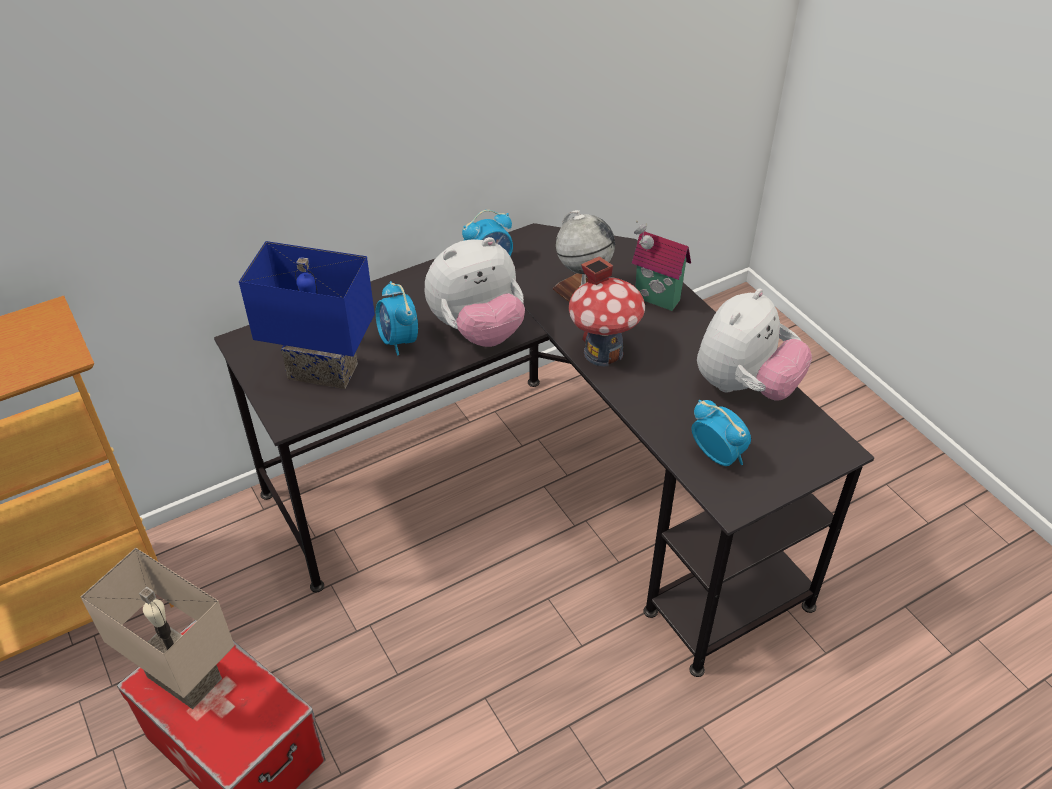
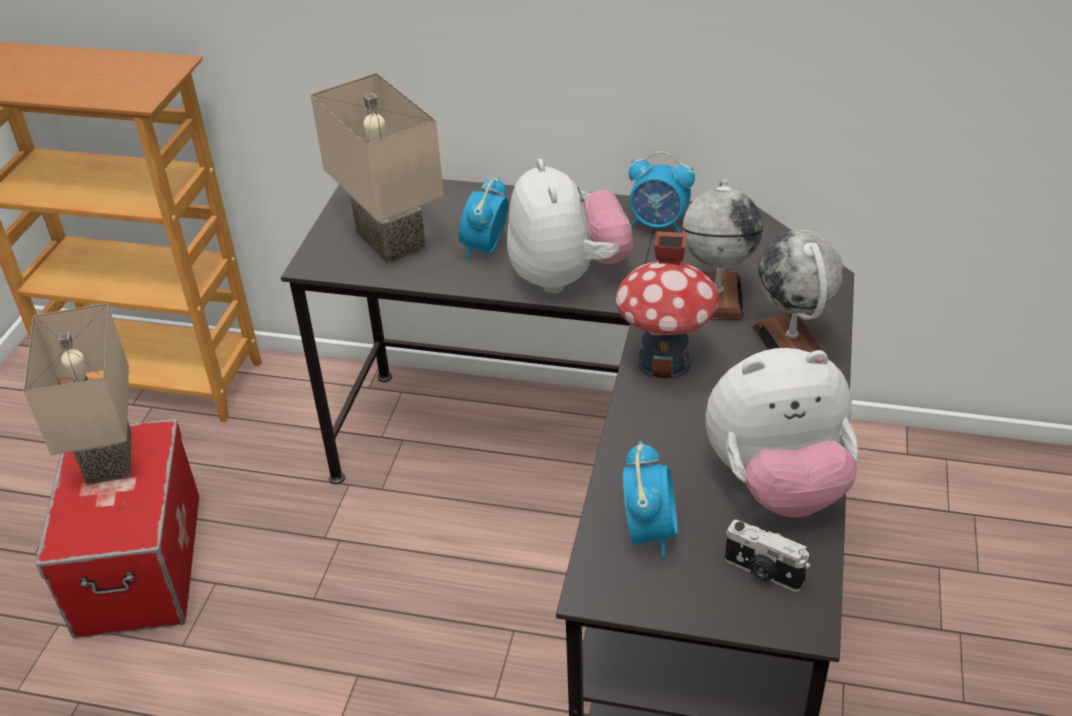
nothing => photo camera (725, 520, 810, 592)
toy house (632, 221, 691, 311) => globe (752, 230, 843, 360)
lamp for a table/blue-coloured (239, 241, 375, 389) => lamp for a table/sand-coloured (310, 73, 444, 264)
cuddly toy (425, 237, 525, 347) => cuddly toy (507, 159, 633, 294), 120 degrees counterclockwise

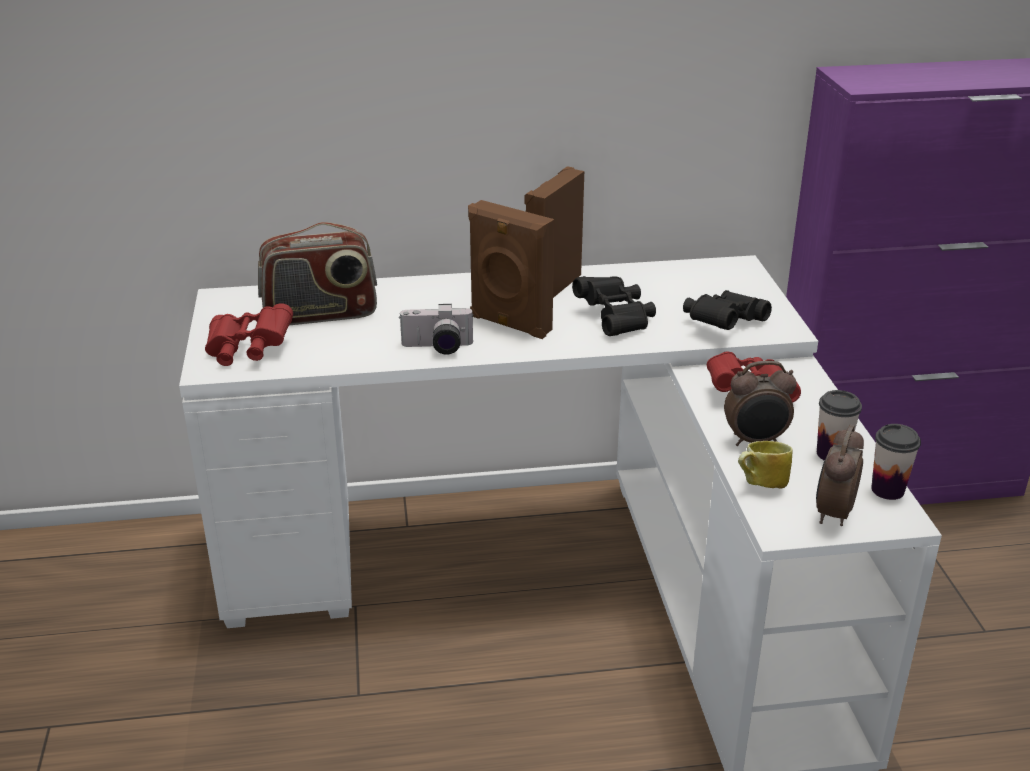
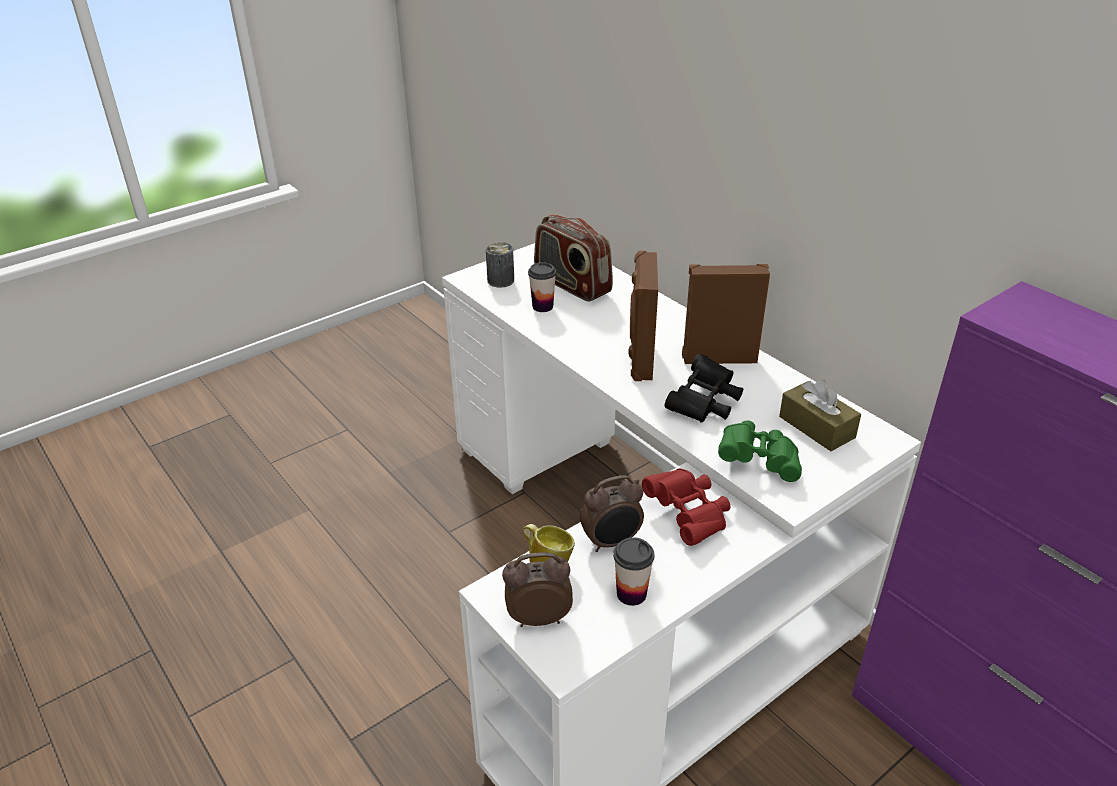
photo camera (399, 304, 473, 355) => nothing
nothing => tissue holder/brown (779, 379, 861, 451)
cup (871, 424, 921, 500) => cup (528, 262, 556, 312), move
field glasses/red (205, 303, 293, 366) => can (486, 242, 514, 287)
field glasses/black (683, 290, 772, 330) => field glasses/greenish (718, 420, 802, 482)
table clock (724, 361, 797, 446) => table clock (580, 475, 644, 552), 75 degrees counterclockwise

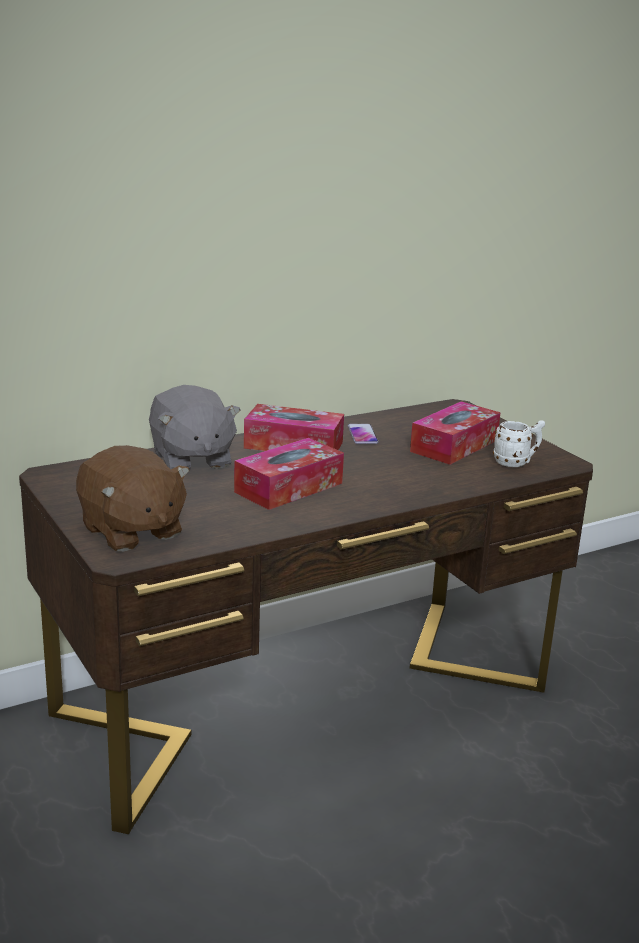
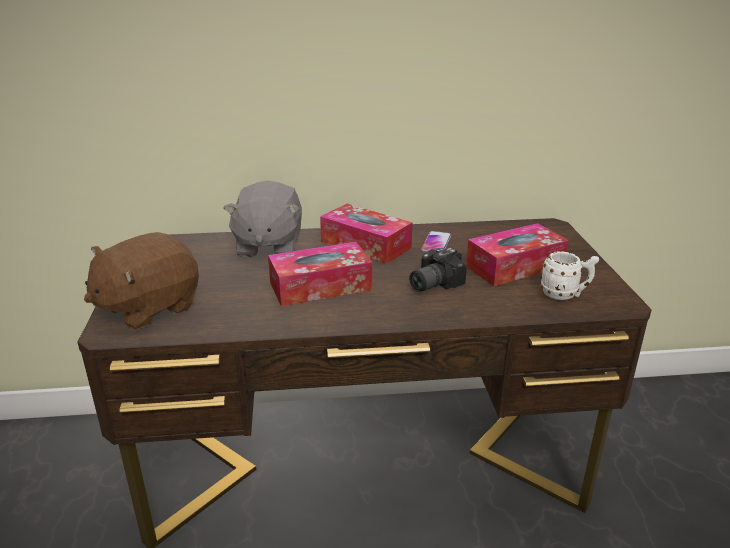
nothing => photo camera (409, 248, 467, 292)
cuddly toy/brown (76, 445, 190, 552) => cuddly toy/brown (84, 232, 199, 330), 60 degrees clockwise

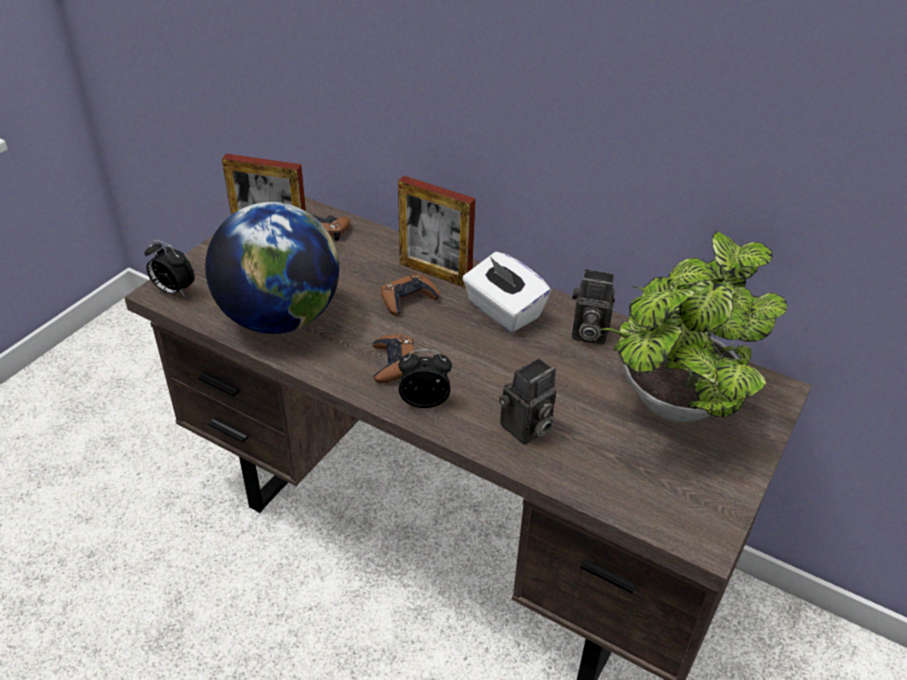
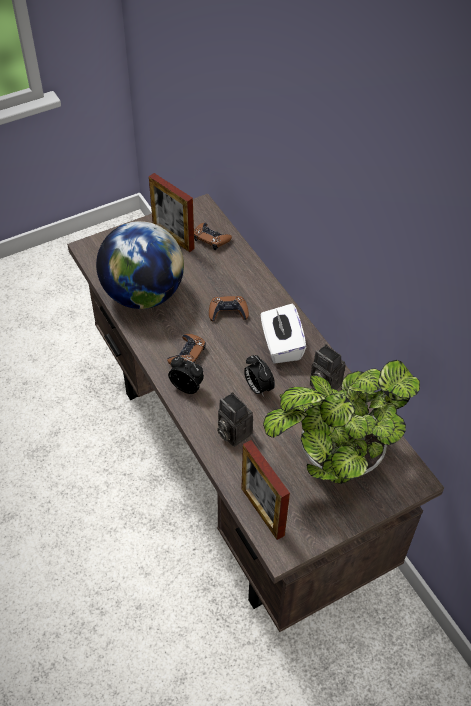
table clock (145, 240, 195, 297) => table clock (244, 355, 275, 397), move
photo frame (398, 176, 476, 288) => photo frame (241, 440, 290, 540), move
photo camera (499, 358, 556, 445) => photo camera (217, 392, 253, 447), 60 degrees clockwise

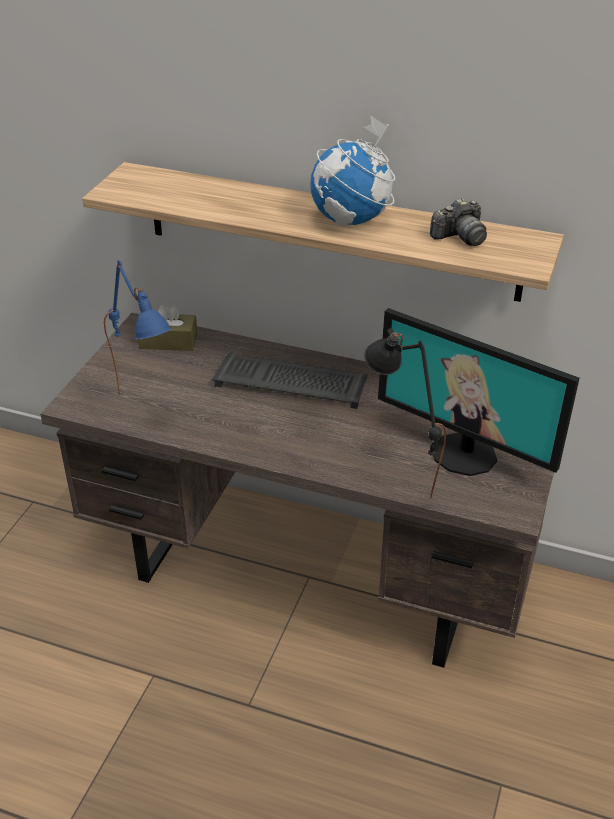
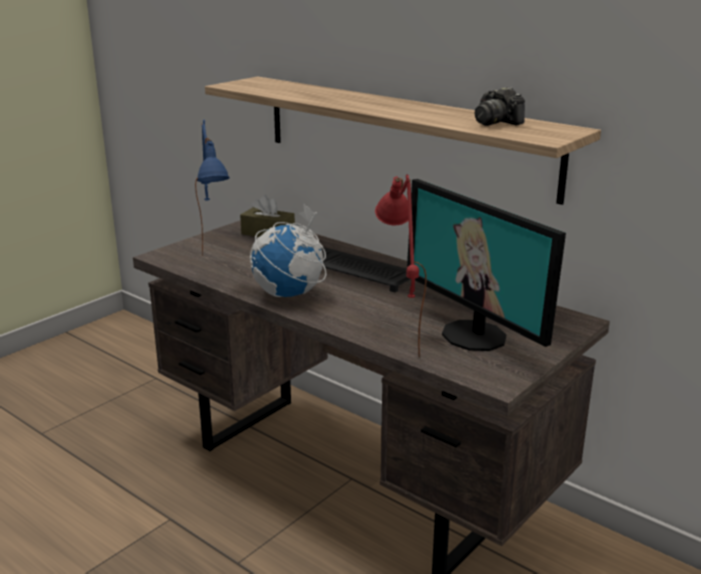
globe (310, 115, 395, 227) => globe (250, 203, 326, 297), move
lamp for a table/black (364, 328, 446, 497) => lamp for a table/red (375, 174, 427, 358)
photo camera (430, 198, 487, 246) => photo camera (475, 87, 525, 126), 60 degrees clockwise

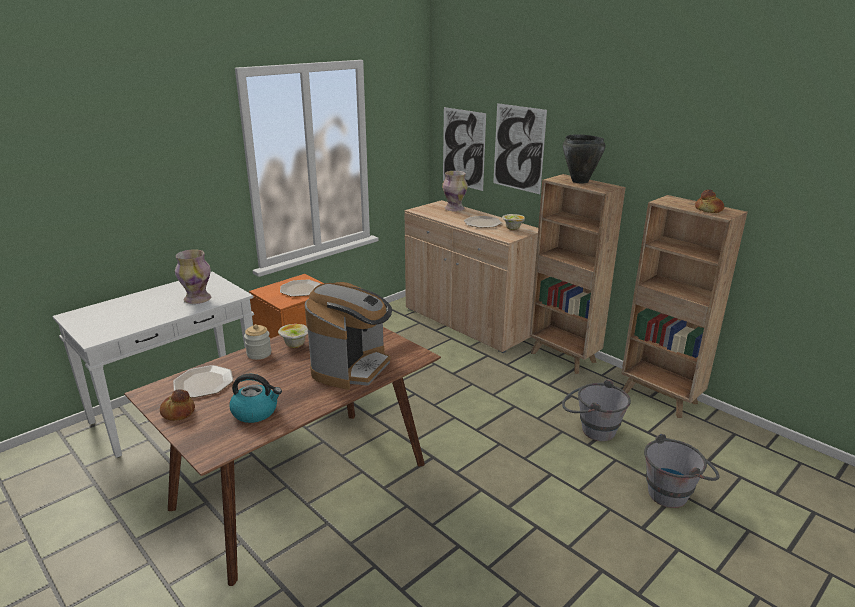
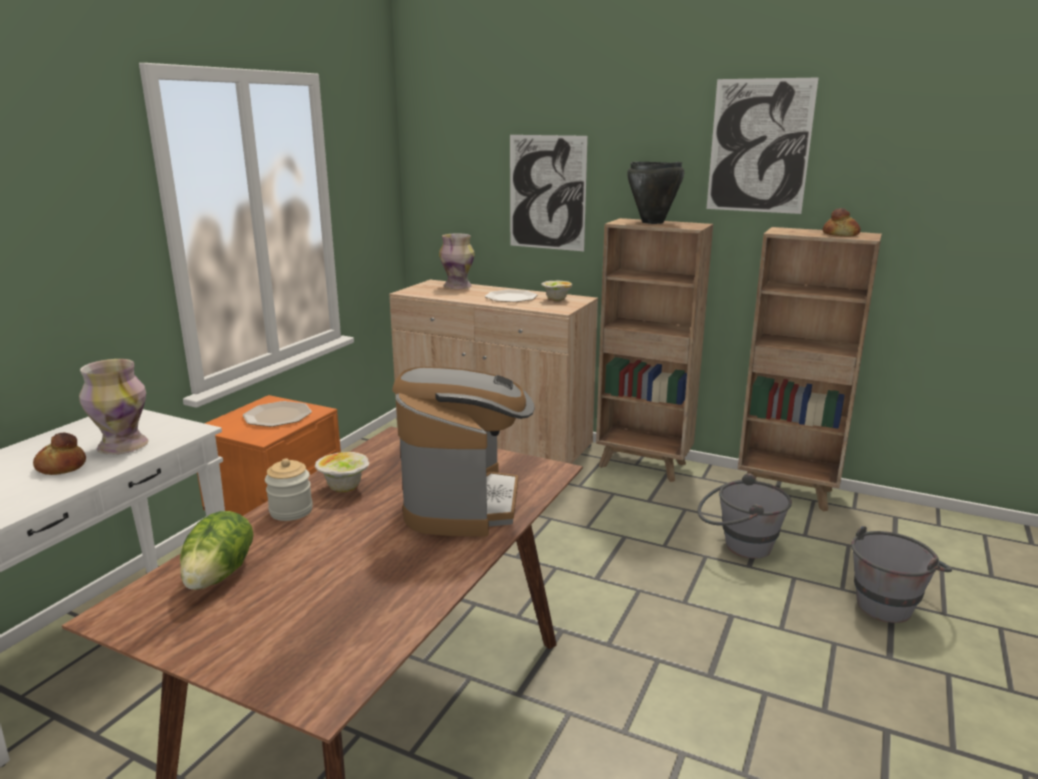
tea kettle (229, 374, 282, 423) => nothing
bakery bread (160, 389, 195, 421) => bakery bread (33, 433, 86, 475), move
wall art (443, 107, 486, 191) => wall art (707, 77, 819, 214), move
plate (173, 365, 234, 398) => head of lettuce (180, 511, 254, 590)

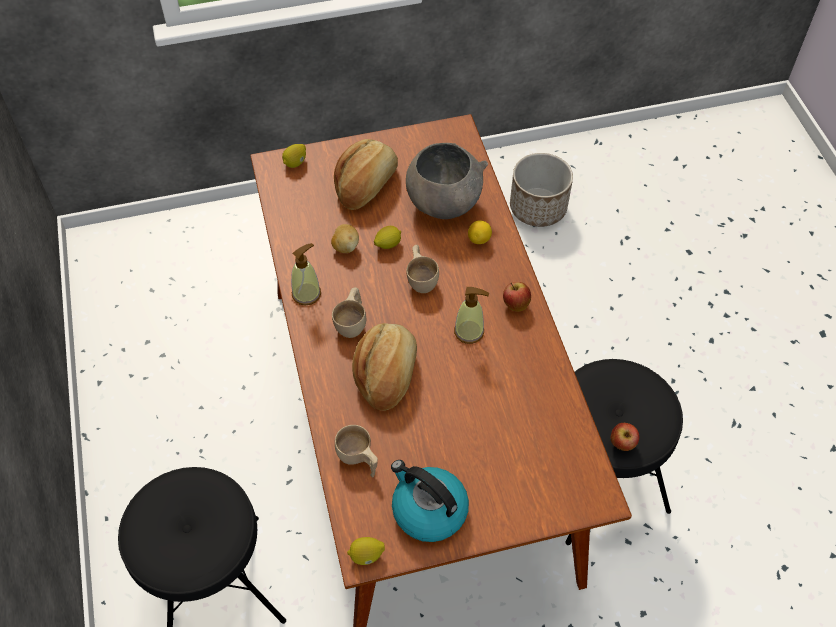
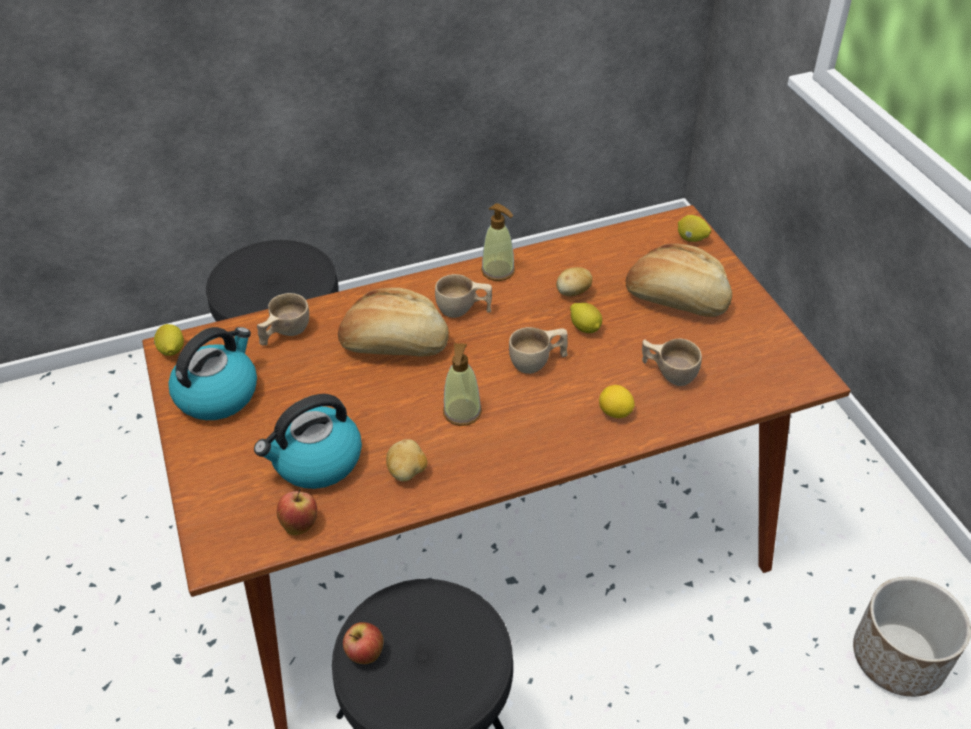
nothing => tea kettle (254, 394, 362, 489)
nothing => potato (386, 439, 428, 481)
apple fruit (503, 282, 531, 312) => apple fruit (277, 488, 317, 535), move
deep dish/greyish (406, 143, 488, 219) => cup/sand-coloured (642, 339, 702, 386)

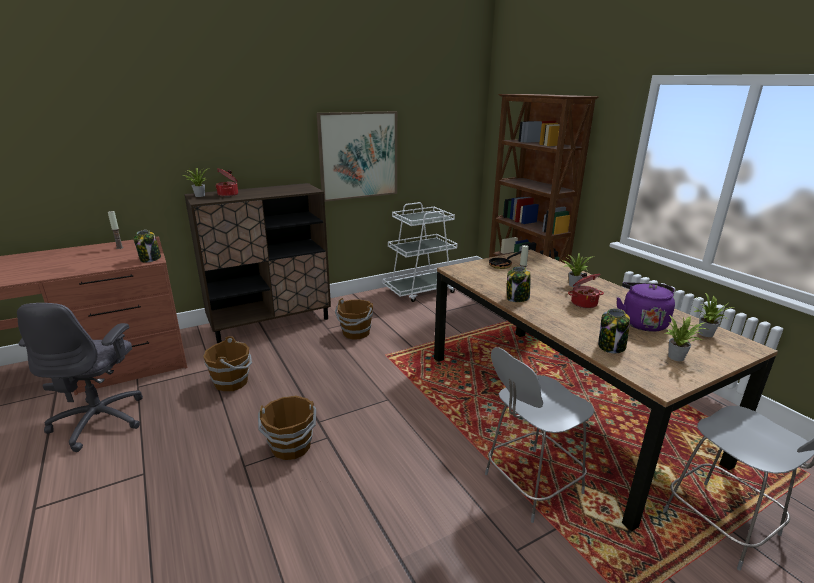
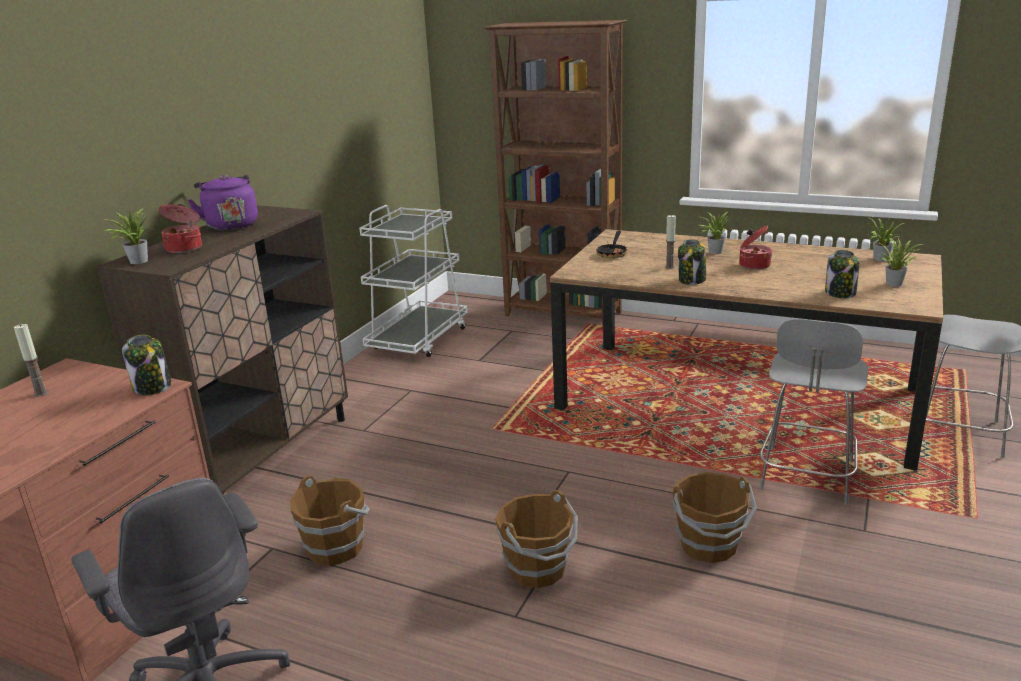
wall art (317, 111, 397, 202) => nothing
bucket/brown (335, 298, 373, 340) => bucket/brown (673, 472, 757, 563), move
tea kettle/purplish (617, 282, 675, 332) => tea kettle/purplish (188, 175, 258, 230), move

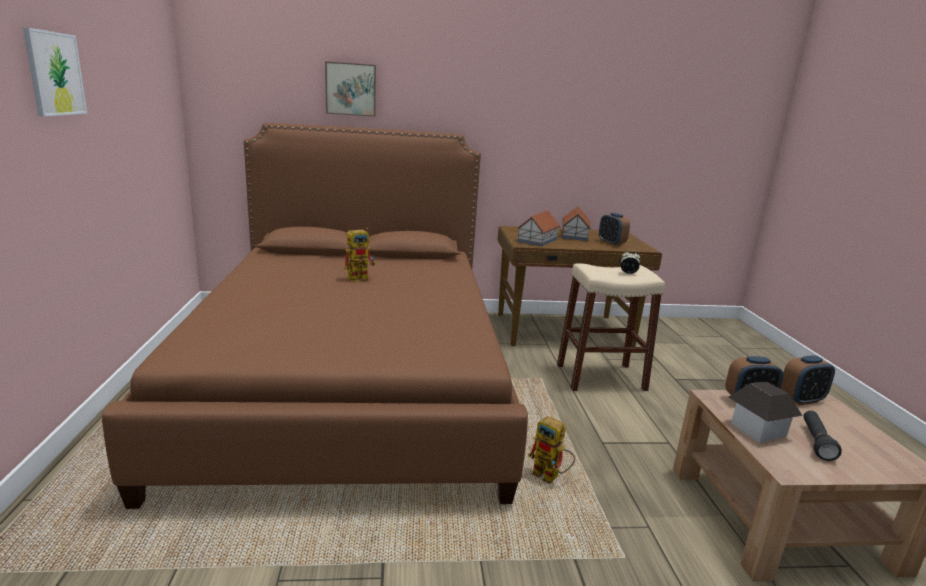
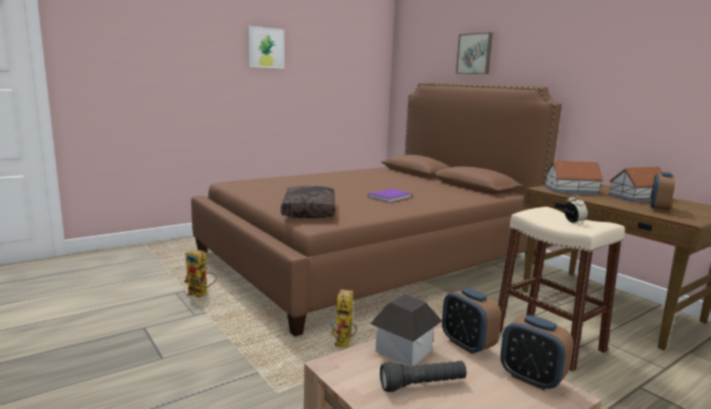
nothing => throw pillow/brown (281, 186, 335, 218)
nothing => volume/purplish (368, 189, 412, 203)
toy robot (344, 228, 375, 282) => toy robot (184, 249, 217, 298), move

